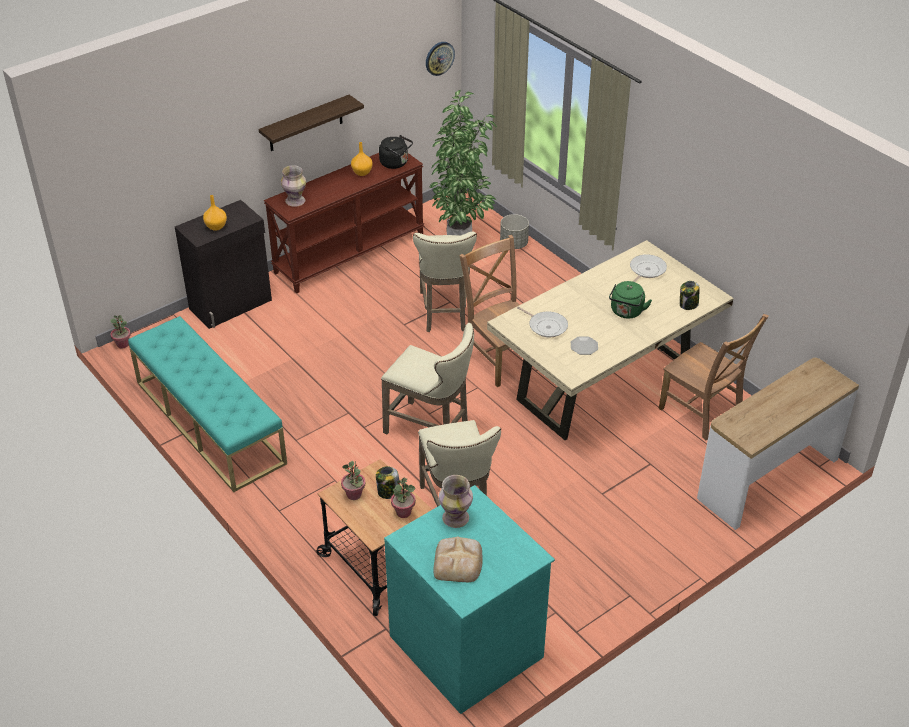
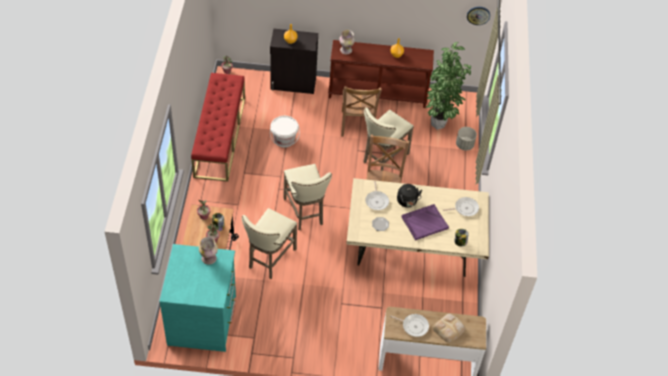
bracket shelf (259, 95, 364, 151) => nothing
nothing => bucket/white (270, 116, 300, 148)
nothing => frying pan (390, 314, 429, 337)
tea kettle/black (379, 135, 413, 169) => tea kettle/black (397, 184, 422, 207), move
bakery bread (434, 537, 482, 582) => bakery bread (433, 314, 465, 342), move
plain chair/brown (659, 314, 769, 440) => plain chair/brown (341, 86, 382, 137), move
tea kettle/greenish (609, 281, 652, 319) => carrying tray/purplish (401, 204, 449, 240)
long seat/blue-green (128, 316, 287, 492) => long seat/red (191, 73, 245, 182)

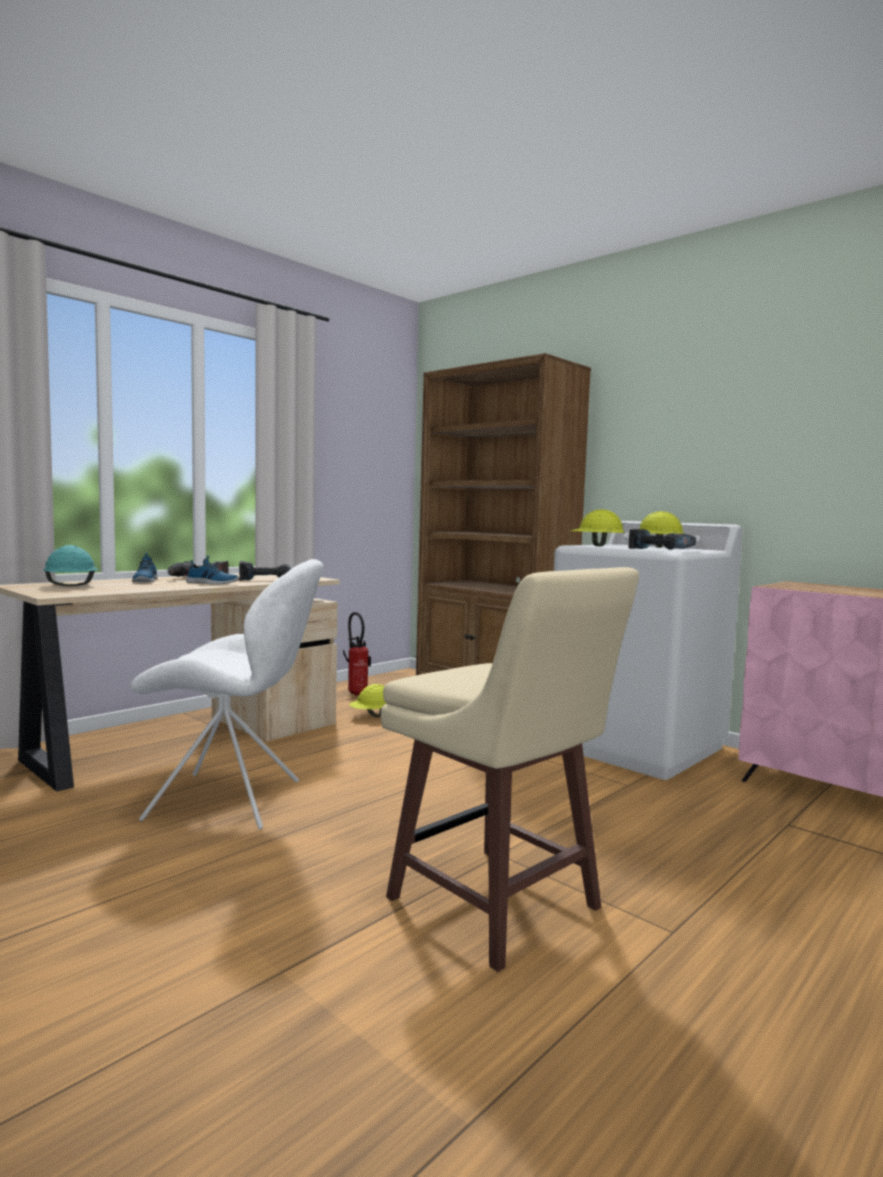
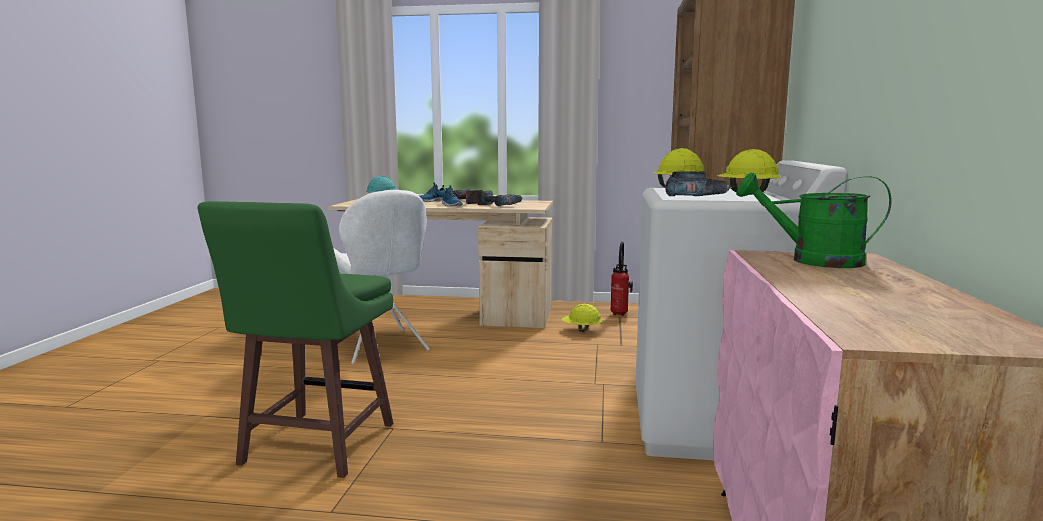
nothing => watering pot/greenish (736, 172, 892, 268)
sitting stool/sand-coloured (381, 567, 639, 972) => sitting stool/greenish (197, 201, 394, 478)

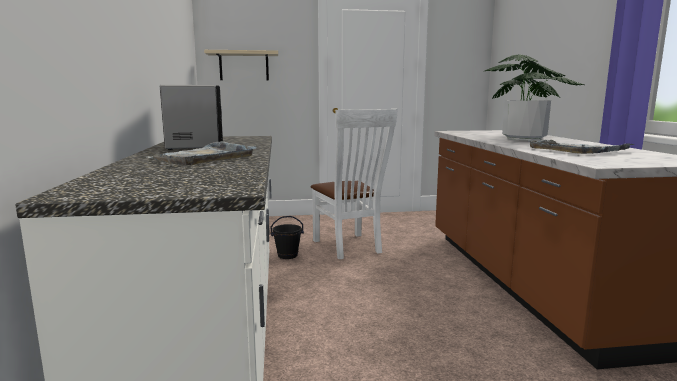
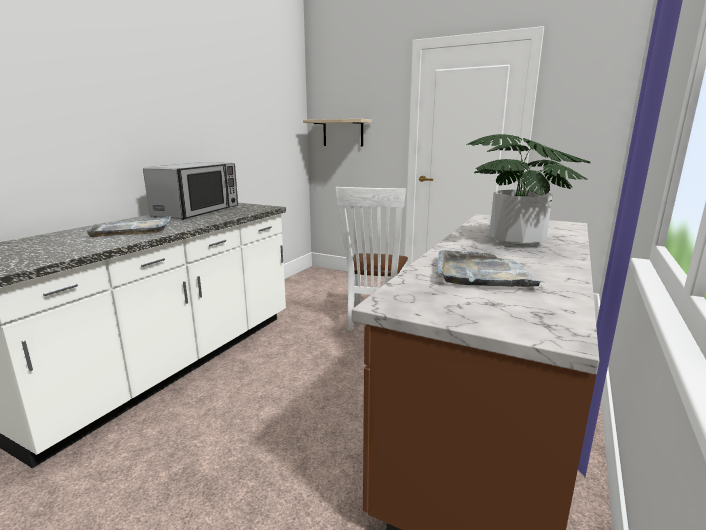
bucket/black (270, 216, 304, 259) => nothing

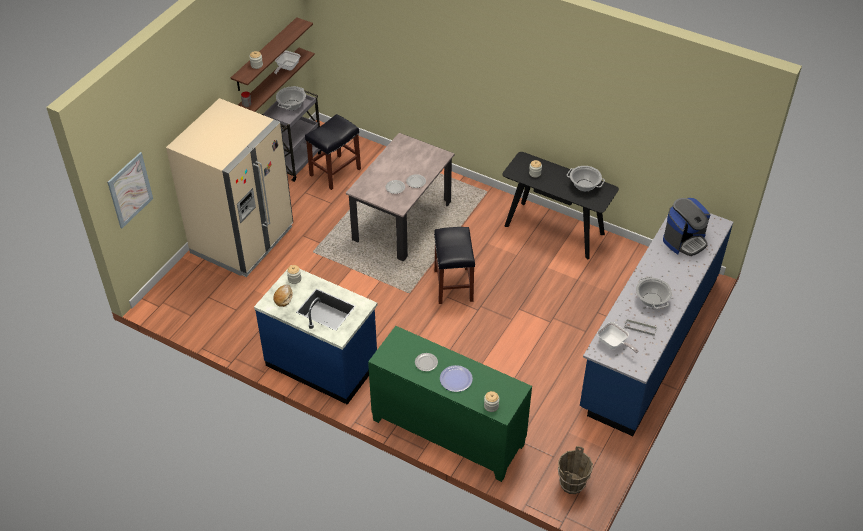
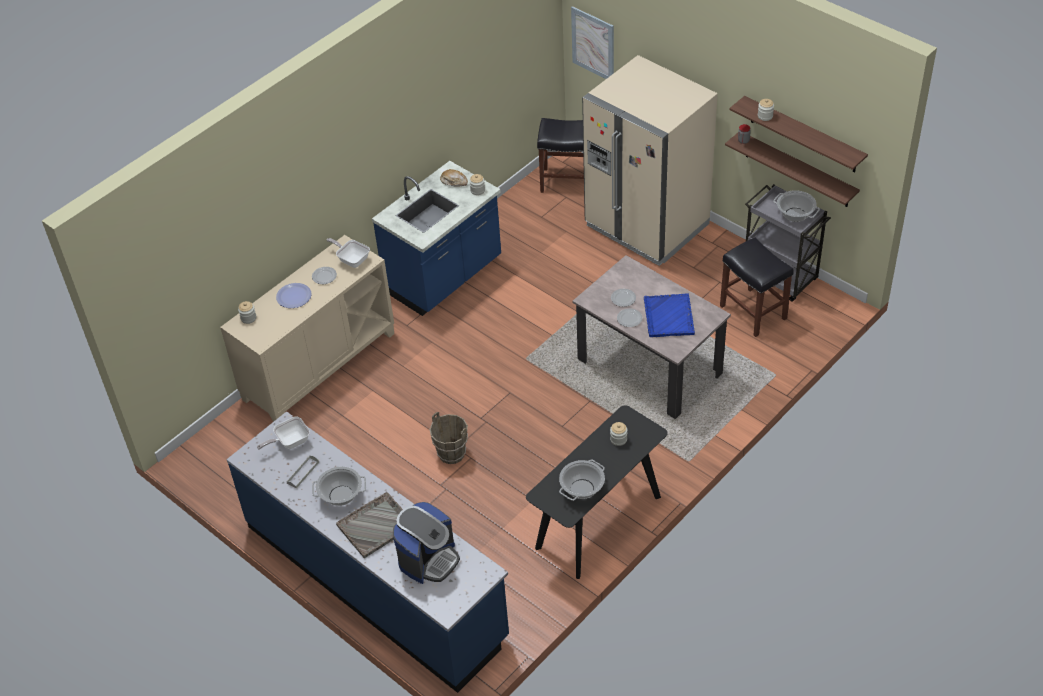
nothing => carrying tray/greyish (336, 492, 403, 558)
nothing => carrying tray/blue-coloured (644, 293, 695, 337)
frying pan (274, 51, 300, 74) => frying pan (327, 238, 370, 268), move
sitting stool/black (434, 227, 475, 304) => sitting stool/black (537, 118, 584, 193), move
bucket/brown (558, 446, 593, 494) => bucket/brown (430, 412, 468, 464), move
cabinet/greenish (368, 326, 532, 482) => cabinet/sand-coloured (220, 235, 394, 422)
coffee maker (663, 198, 710, 256) => coffee maker (393, 502, 460, 584), 120 degrees counterclockwise

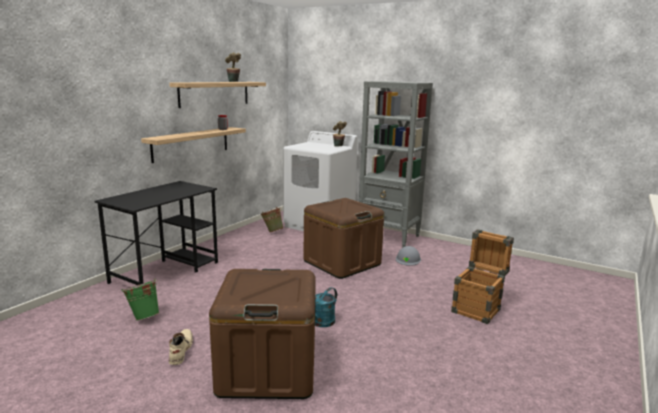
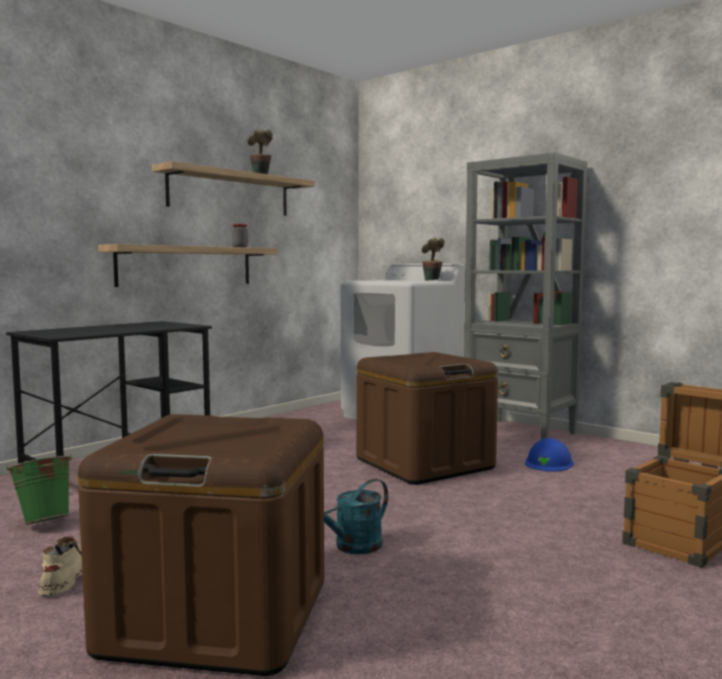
bucket/greenish (261, 207, 283, 233) => nothing
hard hat/greyish (396, 246, 421, 266) => hard hat/blue-coloured (525, 438, 574, 471)

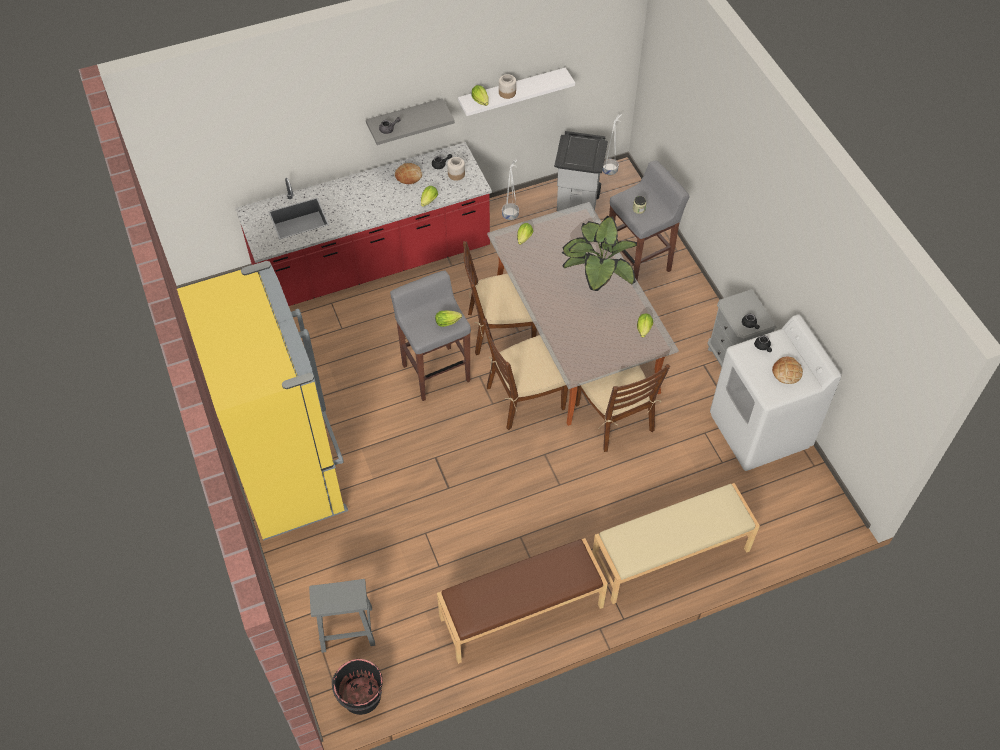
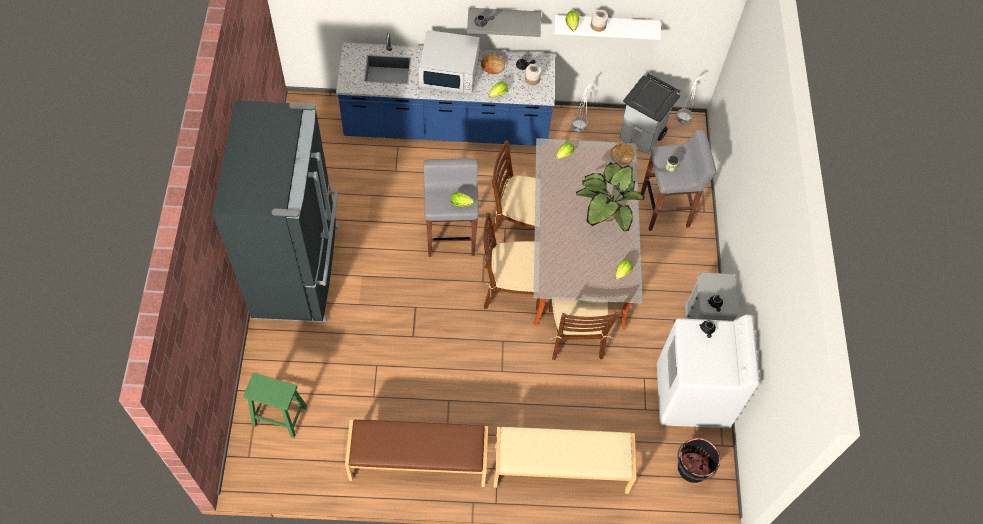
nothing => microwave/white (419, 30, 480, 94)
bucket/black (332, 659, 383, 715) => bucket/black (677, 438, 720, 483), move
bakery bread (772, 356, 803, 384) => bakery bread (611, 143, 634, 165), move
refrigerator/yellowish (177, 261, 348, 541) => refrigerator/black (212, 100, 339, 322)
kitchen base unit/red (235, 142, 492, 306) => kitchen base unit/blue-coloured (336, 33, 555, 146)
sitting stool/greyish (309, 579, 375, 653) => sitting stool/greenish (243, 373, 307, 438)

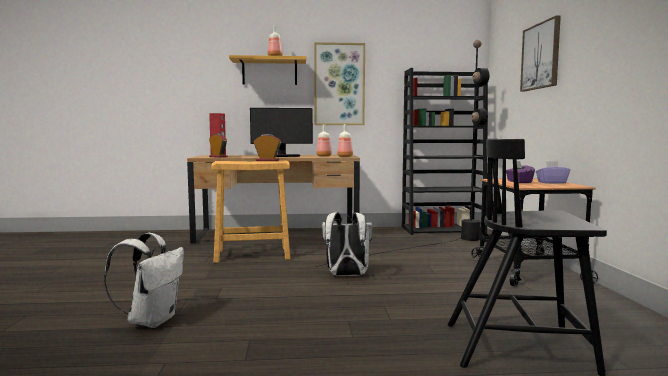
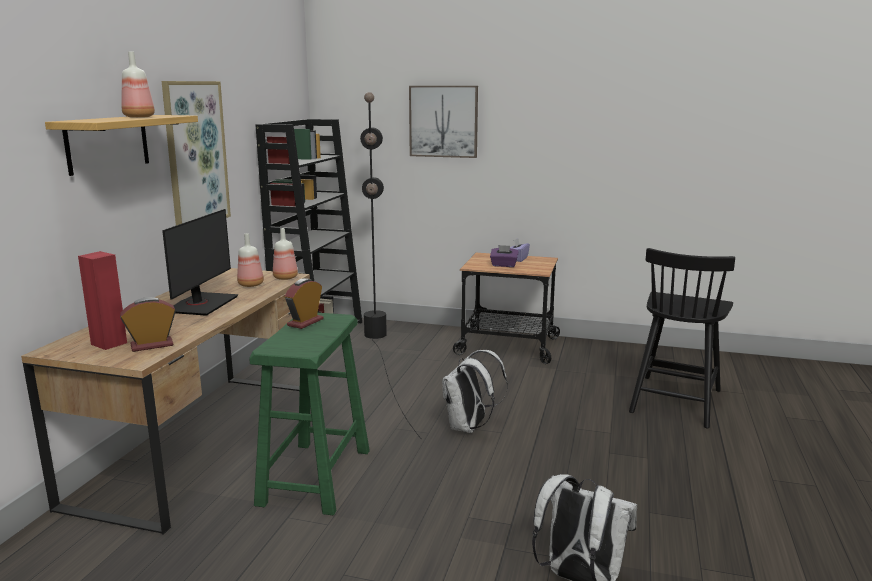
sitting stool/sand-coloured (212, 160, 290, 263) => sitting stool/greenish (249, 313, 370, 515)

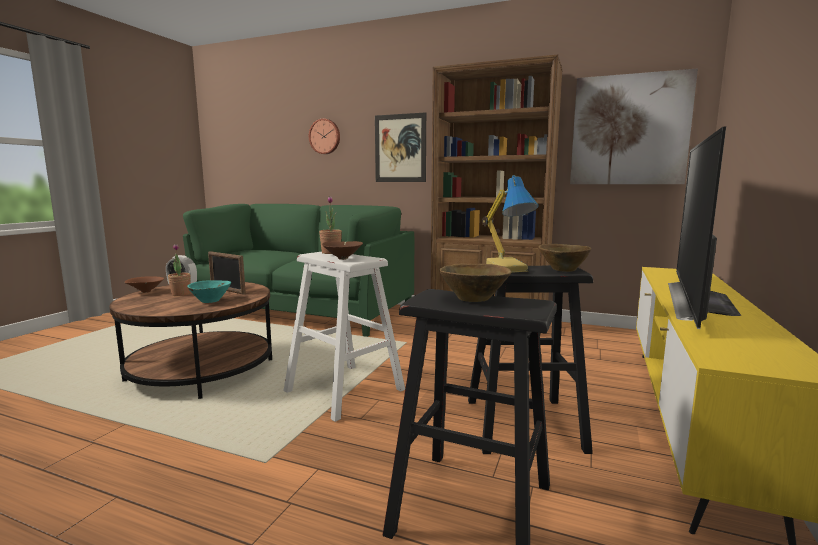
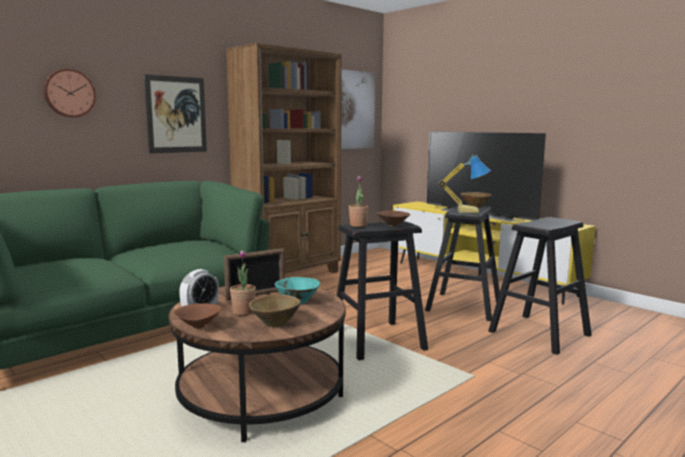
deep dish/brown (439, 264, 511, 302) => deep dish/brown (249, 294, 301, 327), move
sitting stool/white (283, 252, 405, 422) => sitting stool/black (337, 221, 428, 360)

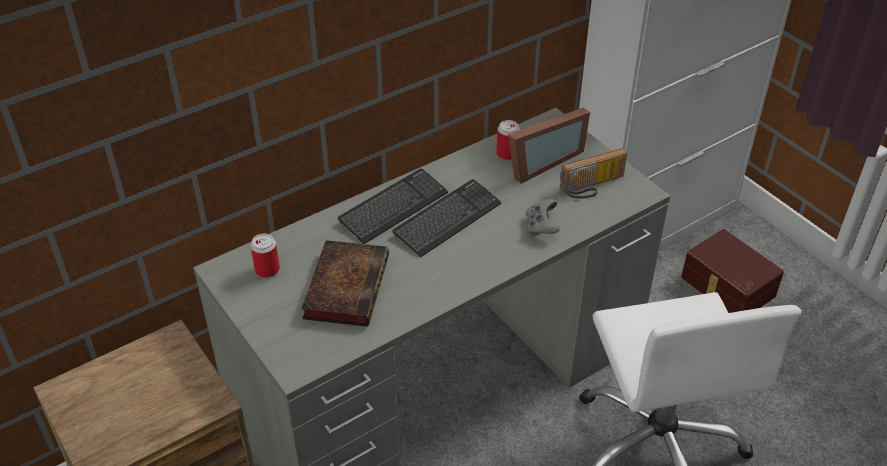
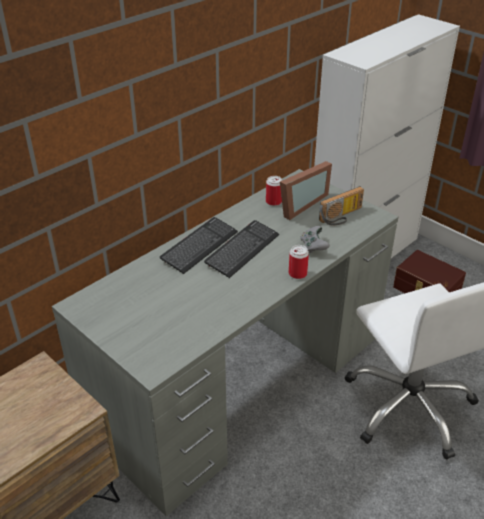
volume (301, 240, 389, 327) => nothing
can (250, 233, 280, 278) => can (289, 245, 309, 279), move

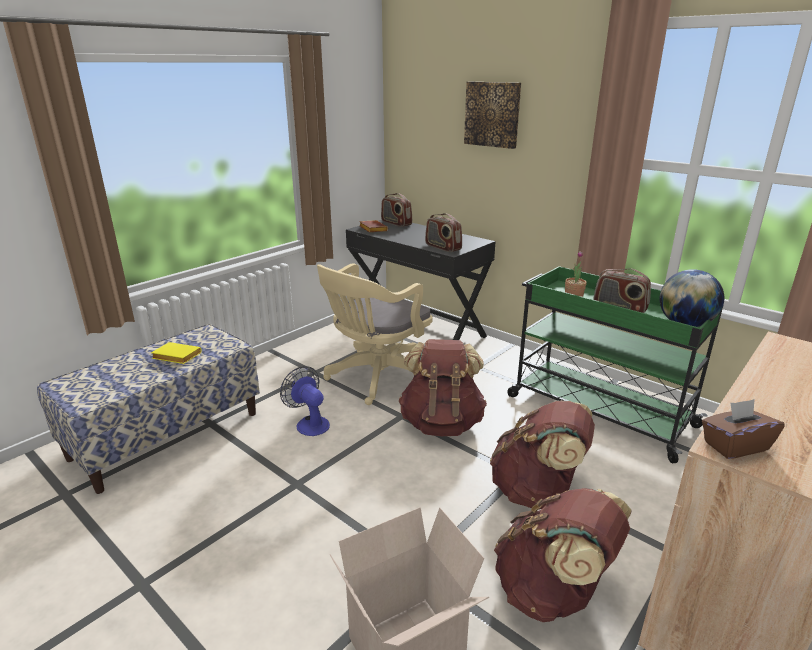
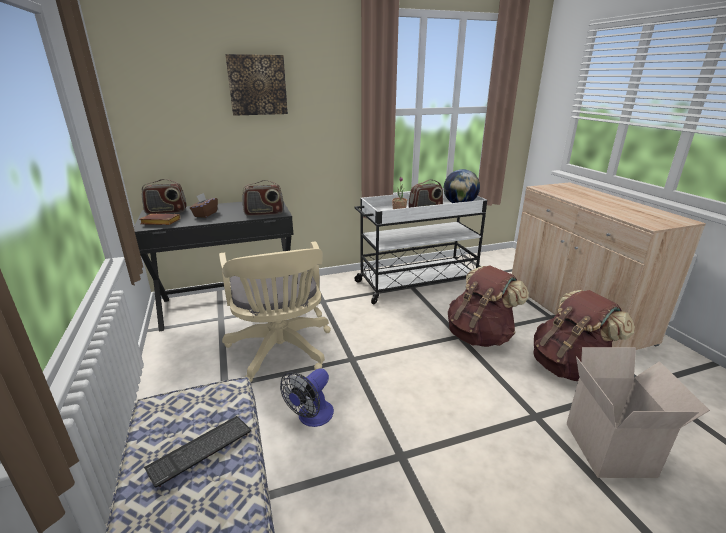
knapsack/brown (399, 339, 487, 436) => nothing
tissue holder/brown (702, 399, 785, 459) => tissue holder/brown (190, 193, 218, 218), move
volume/yellowish (151, 342, 202, 364) => PC keyboard (144, 416, 251, 487)
trolley/greenish (507, 266, 723, 463) => trolley/white (354, 190, 487, 304)
fan (280, 366, 330, 436) => fan (280, 368, 334, 427), 45 degrees counterclockwise

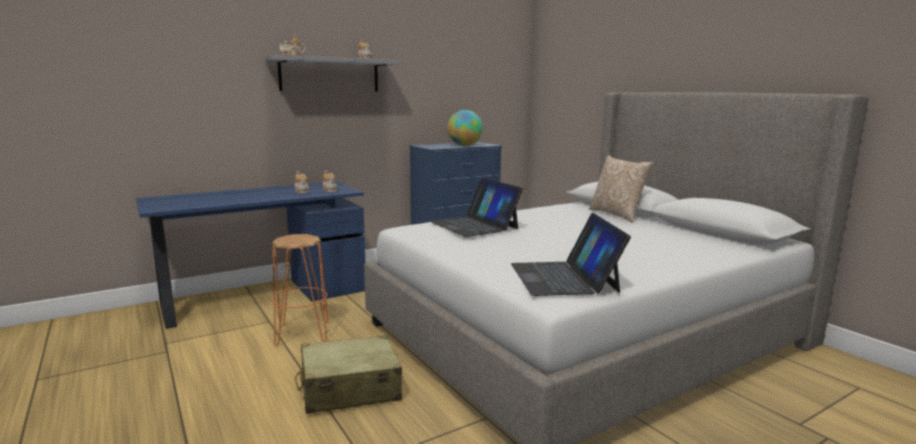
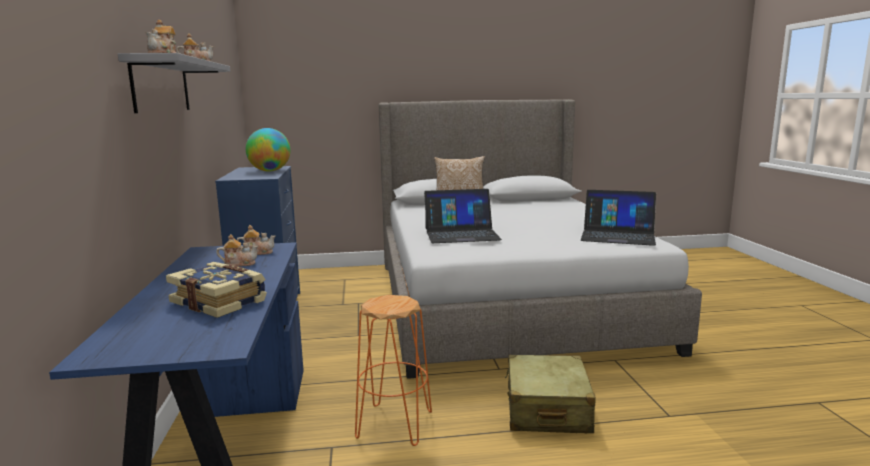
nothing => volume (166, 262, 267, 318)

